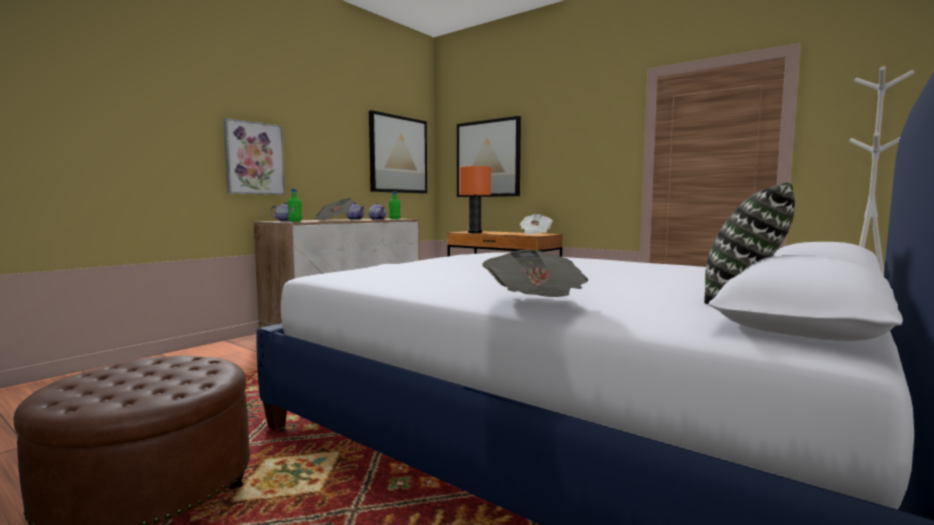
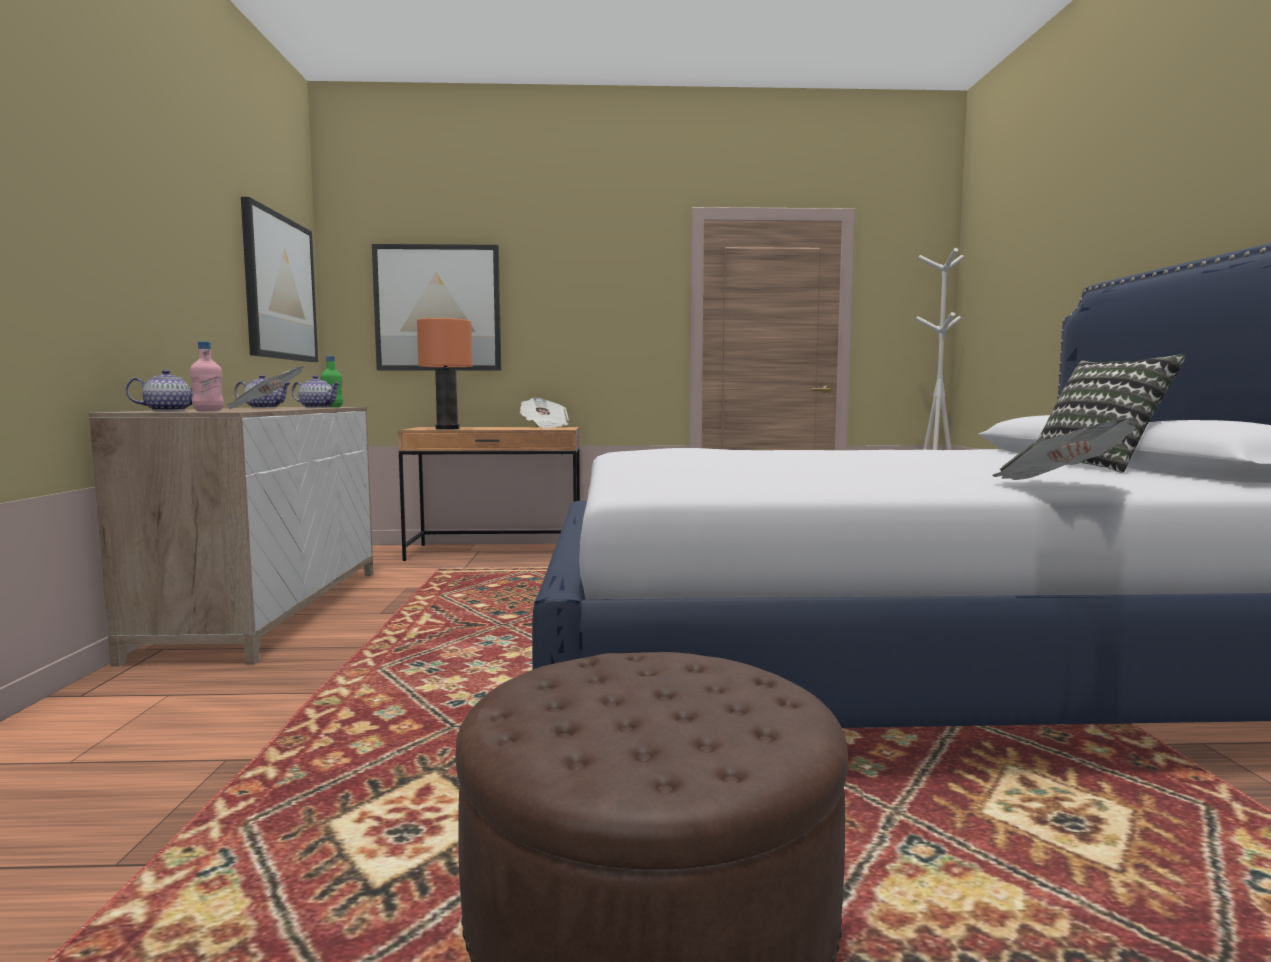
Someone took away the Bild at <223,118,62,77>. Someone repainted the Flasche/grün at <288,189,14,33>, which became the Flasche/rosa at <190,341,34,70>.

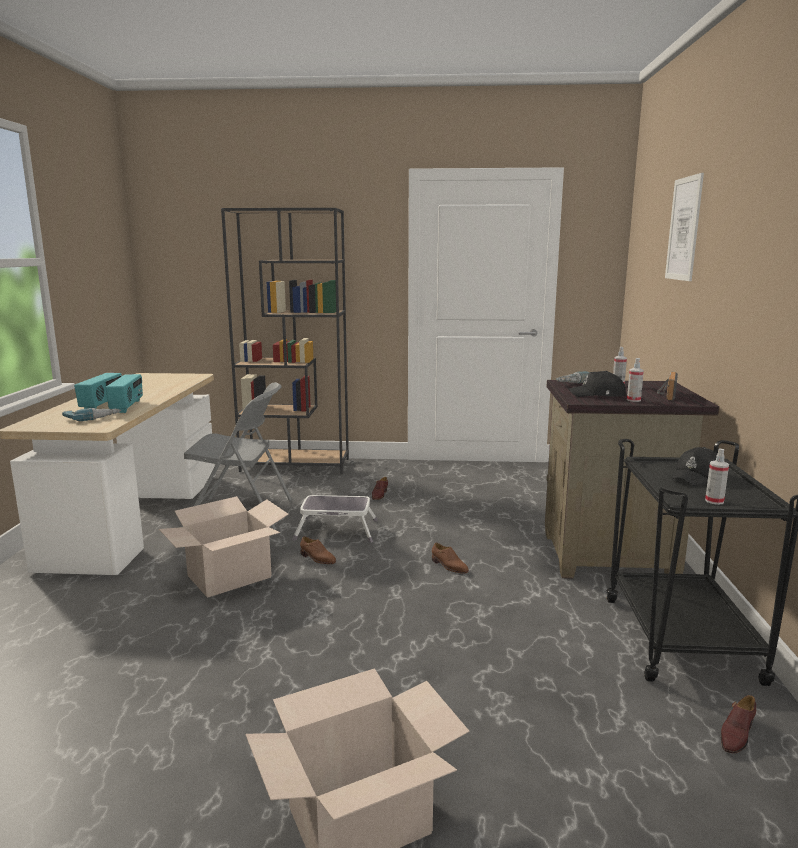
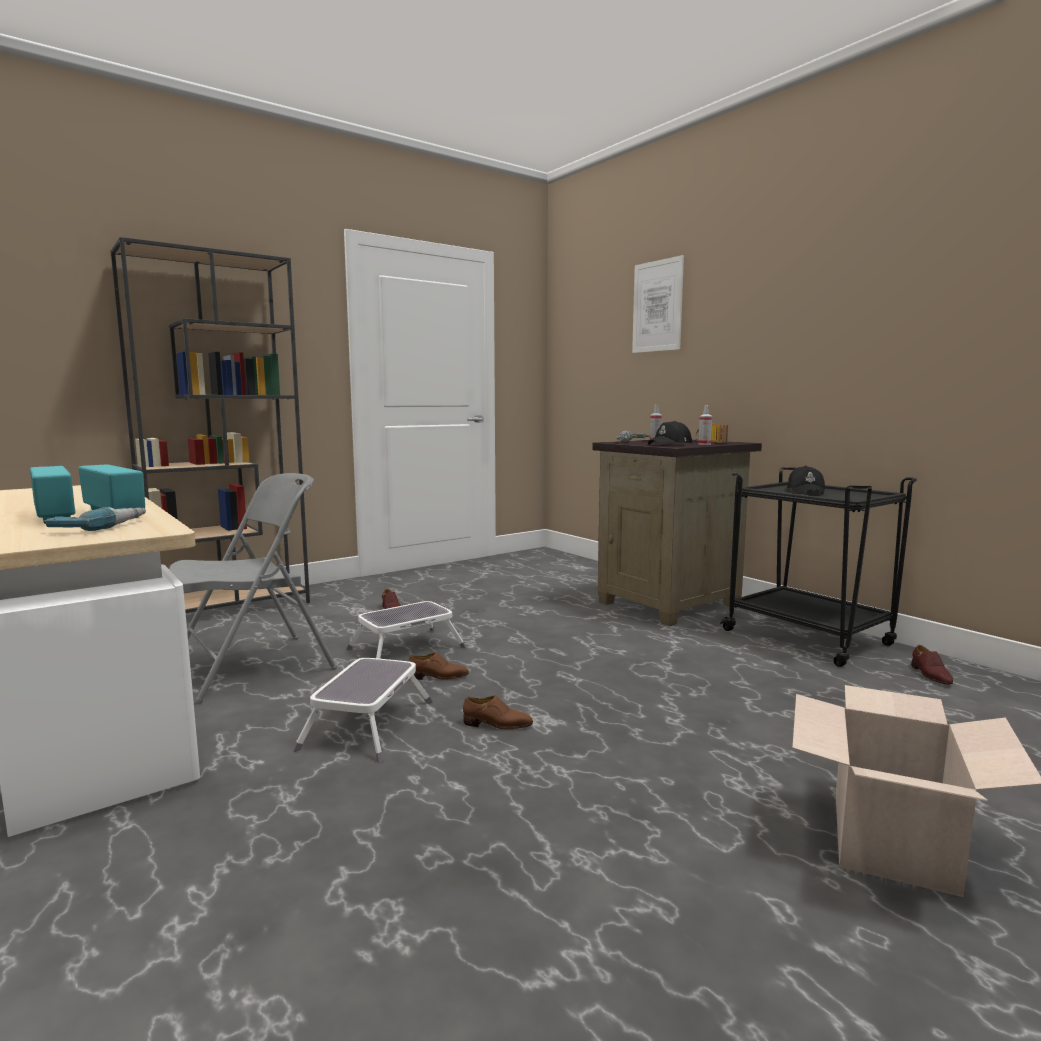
Someone took away the Sprühflasche at <705,449,24,56>. Someone carried the Schuh/braun from <432,543,37,30> to <463,695,70,34>. Someone swapped the Karton at <159,496,130,102> for the Trittleiter/grau at <293,658,140,105>.

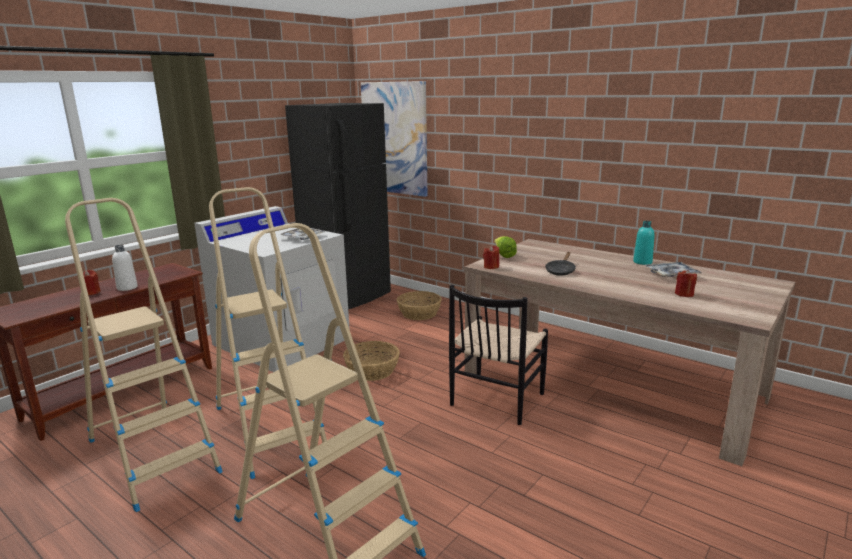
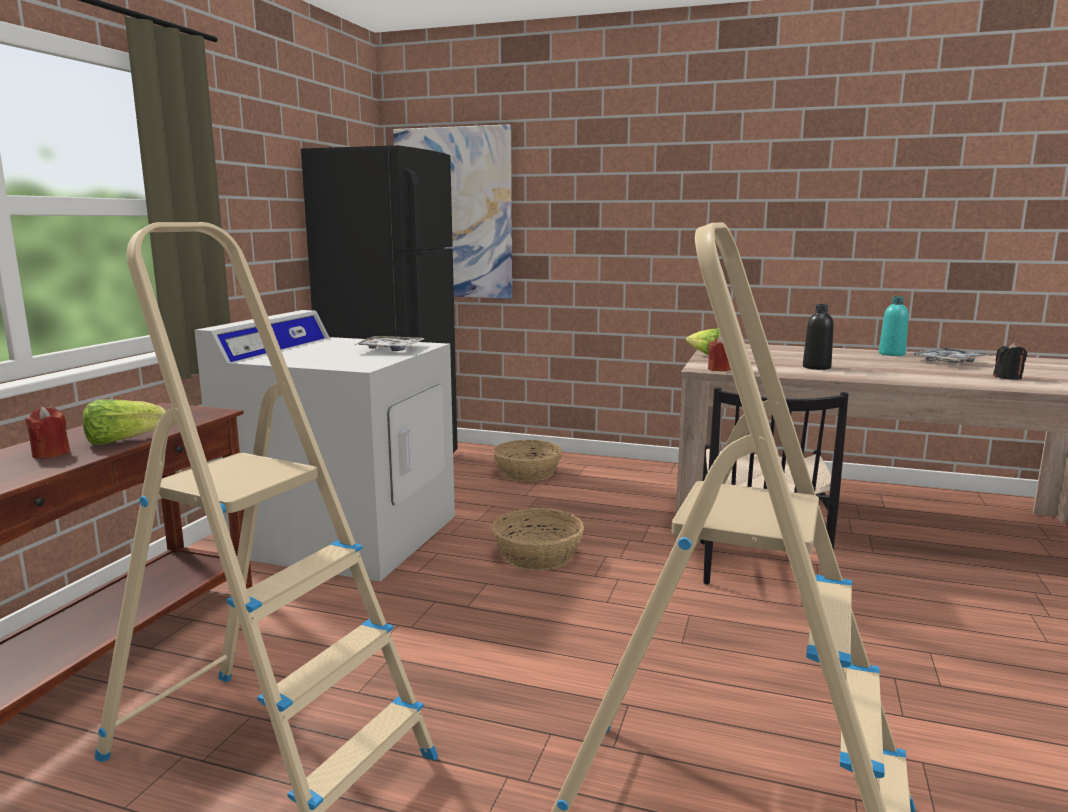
Someone took away the Trittleiter/beige at <209,187,118,292>. Someone swapped the Flasche/weiß at <112,245,26,46> for the Salatkopf at <82,399,84,46>. Someone swapped the Pfanne/schwarz at <546,252,30,24> for the Flasche/schwarz at <803,304,31,66>. Someone repainted the Kerze/rot at <675,270,22,27>, which became the Kerze/schwarz at <993,343,34,37>.

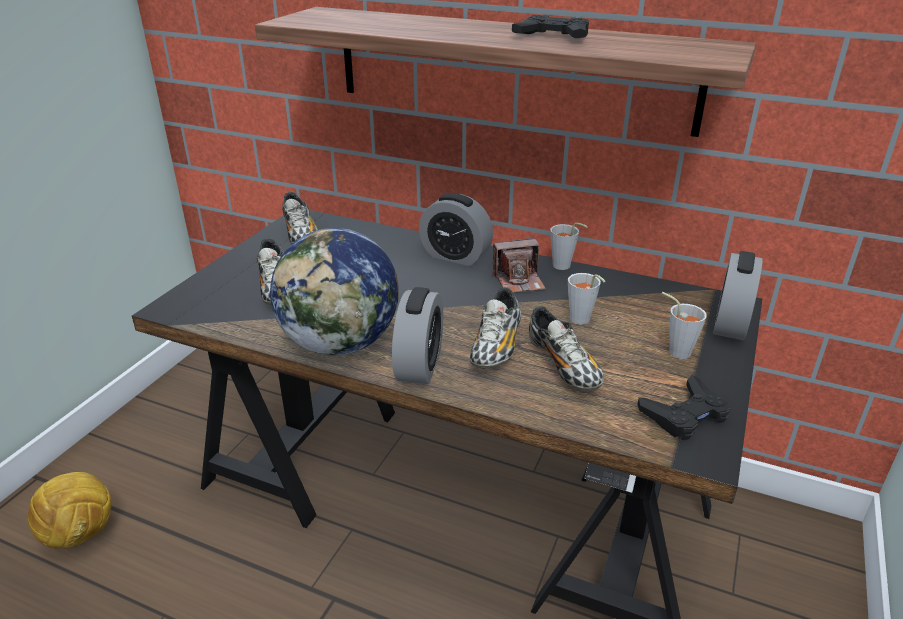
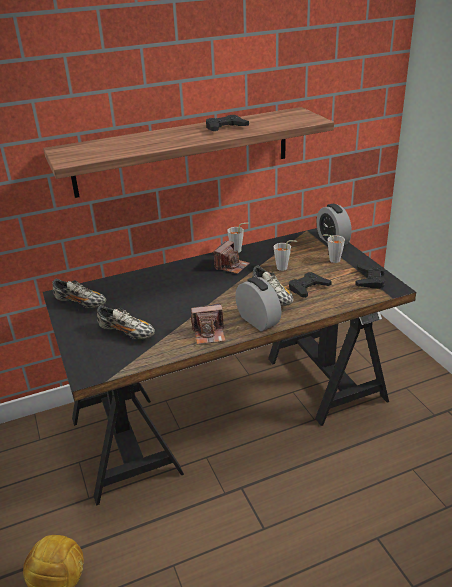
Someone took away the Wecker at <419,193,74,73>. Someone swapped the Globus at <270,228,129,128> for the Kamera at <191,303,35,42>. Someone swapped the Schuh at <529,306,75,85> for the Gamepad/schwarz at <289,272,43,26>.

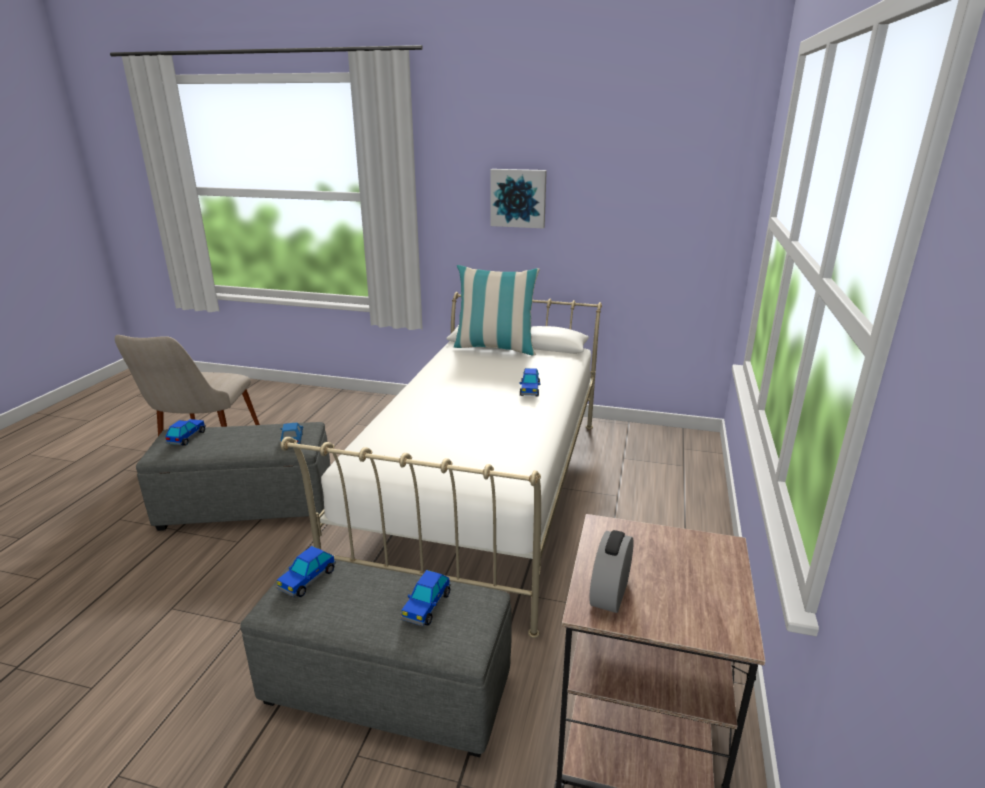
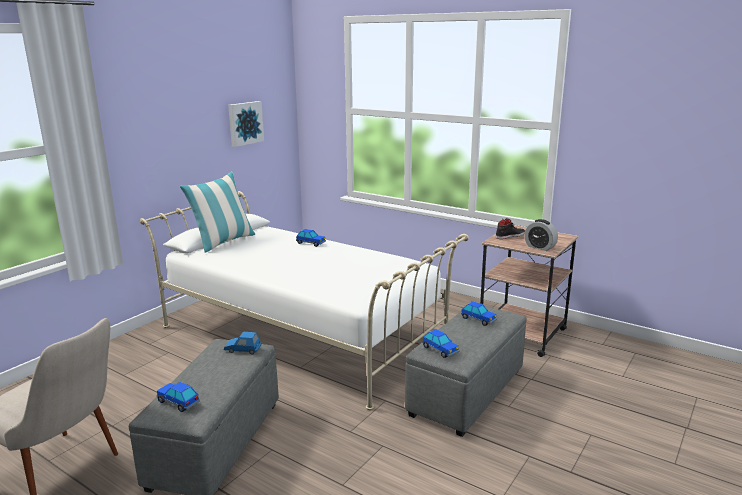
Someone put down the Schuh/schwarz at <496,218,29,21>. Someone carried the Bild from <490,169,57,59> to <228,101,36,46>.

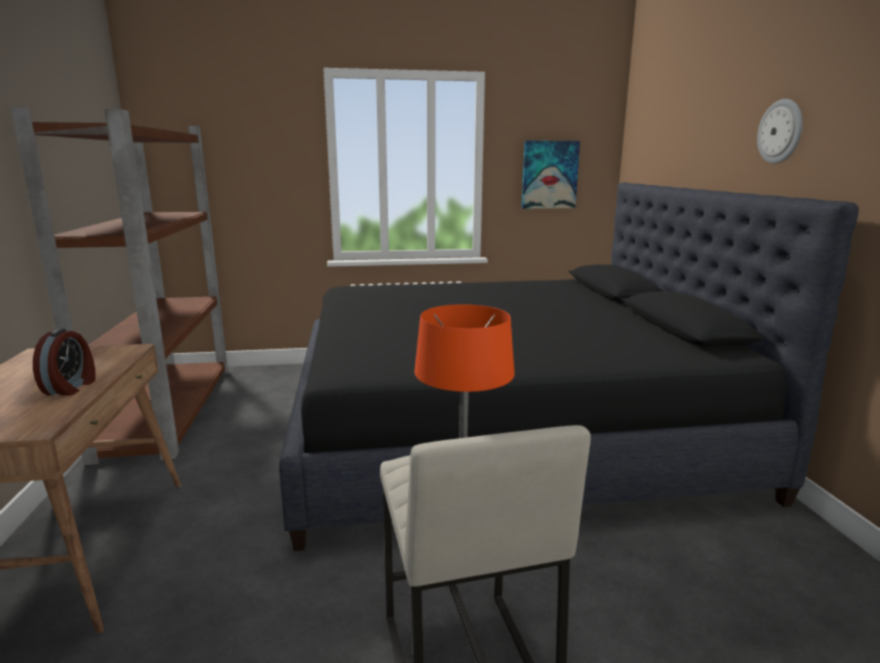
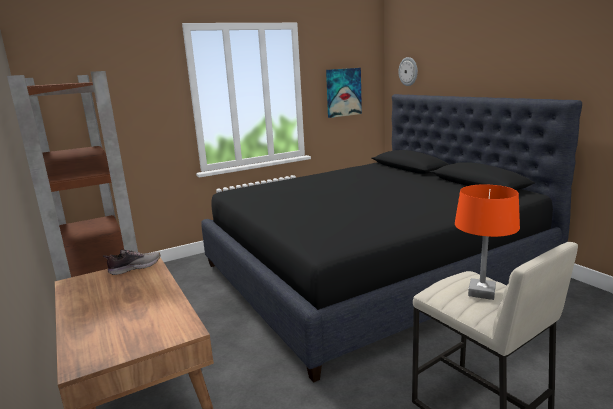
Someone took away the Wecker at <33,329,63,66>. Someone put down the Schuh at <103,250,57,25>. Someone carried the Wanduhr from <757,99,46,65> to <398,57,20,29>.

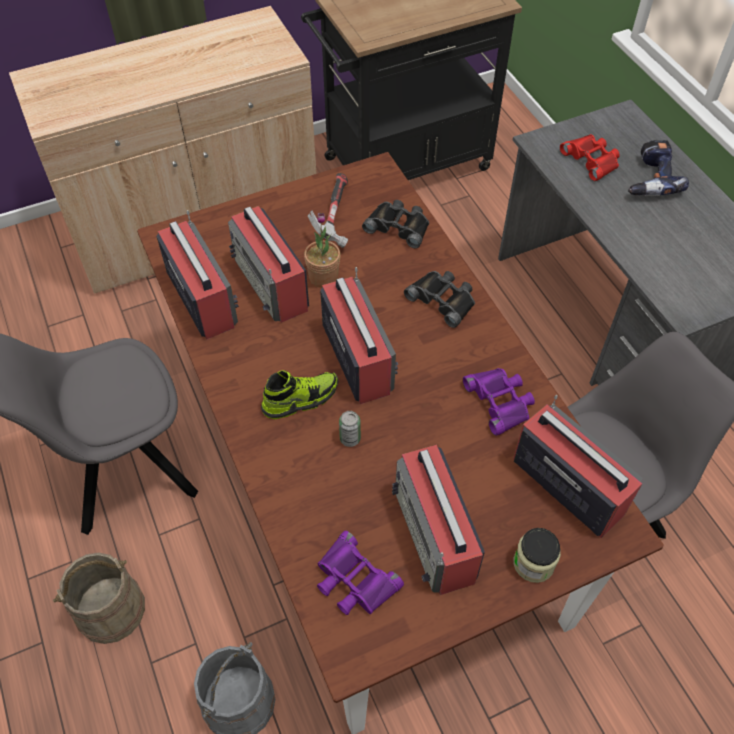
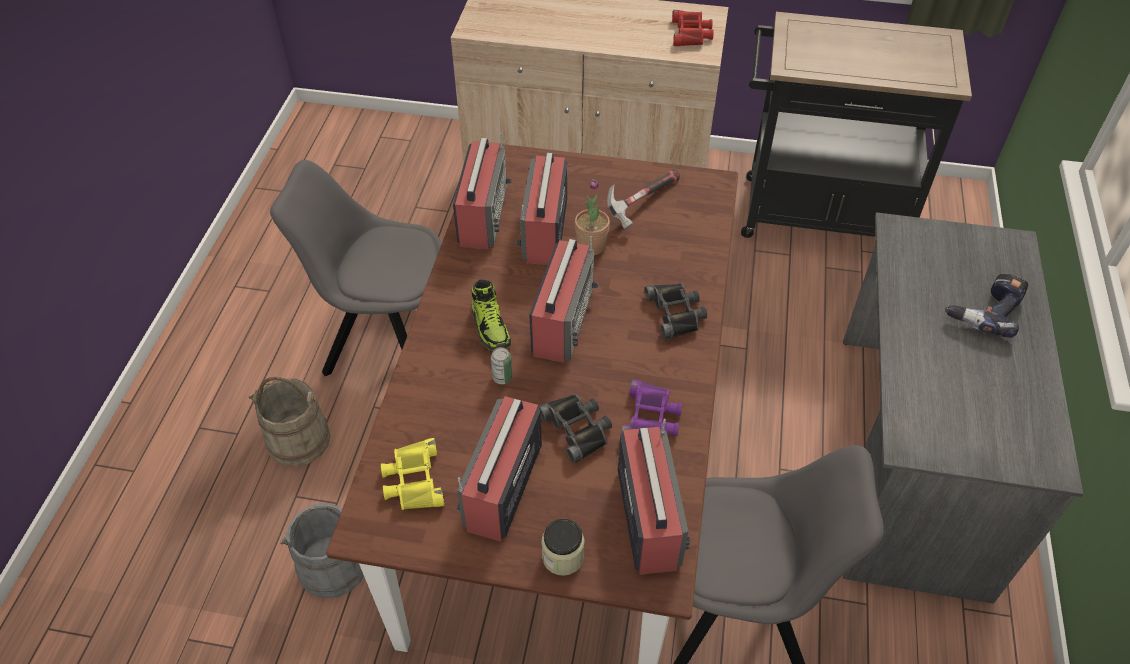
Someone carried the Fernglas/schwarz from <362,200,67,48> to <538,394,74,70>. Someone carried the Fernglas/rot from <560,134,60,47> to <672,10,42,36>. Someone repainted the Fernglas/lila at <317,531,87,84>, which became the Fernglas/gelb at <381,438,63,72>. Someone rotated the Schuh at <261,370,78,49> by 60 degrees clockwise.

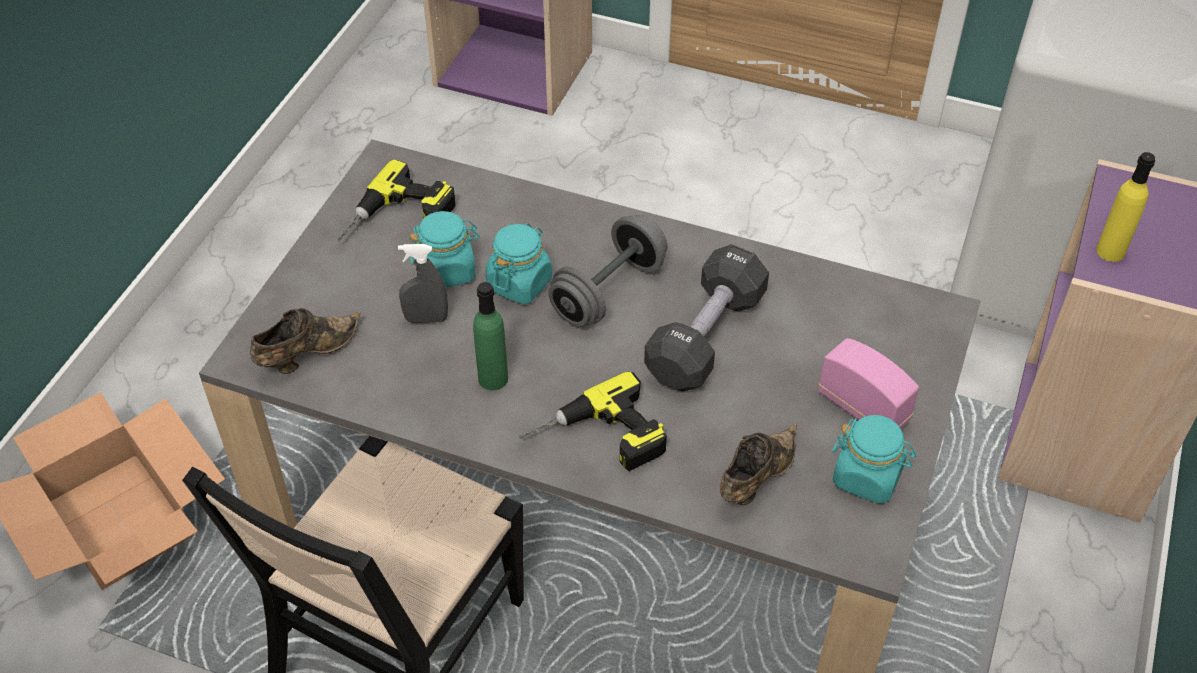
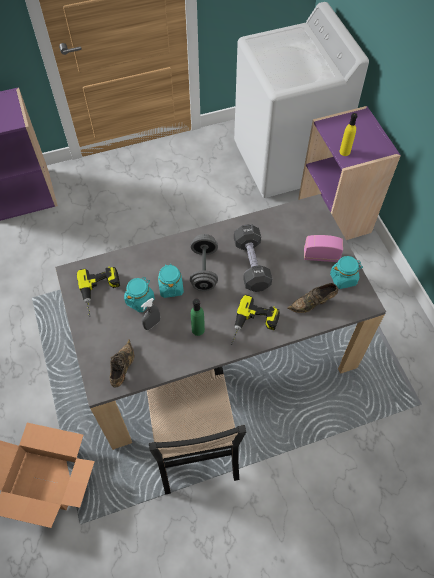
Someone rotated the Schuh/braun at <720,424,77,81> by 105 degrees counterclockwise.

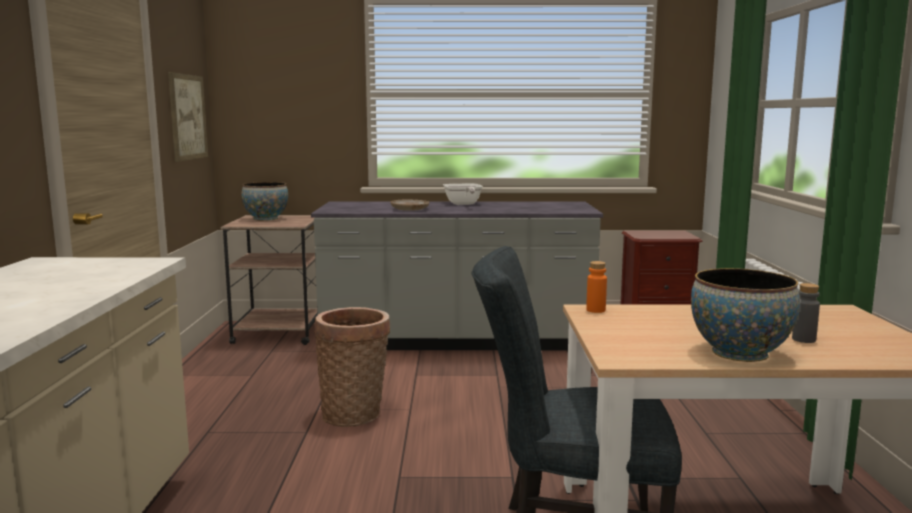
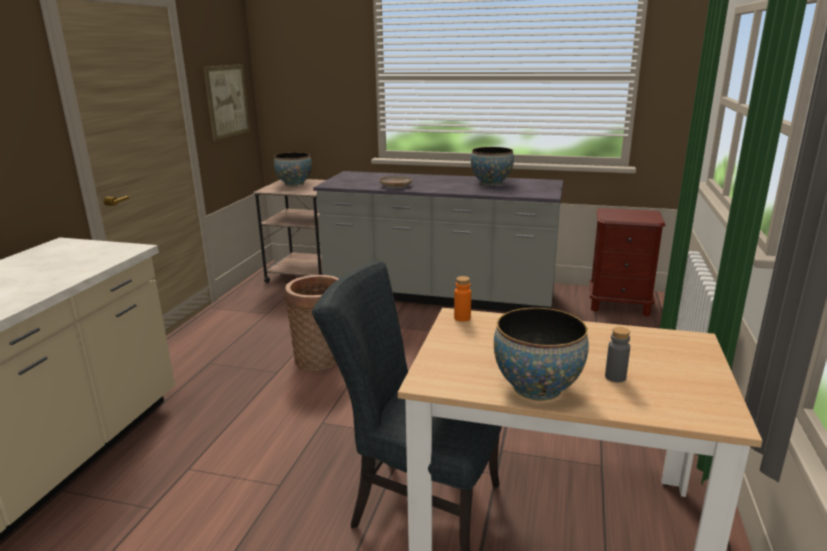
Someone took away the Pfanne at <443,183,40,22>. Someone put down the Schüssel at <471,147,43,38>.

